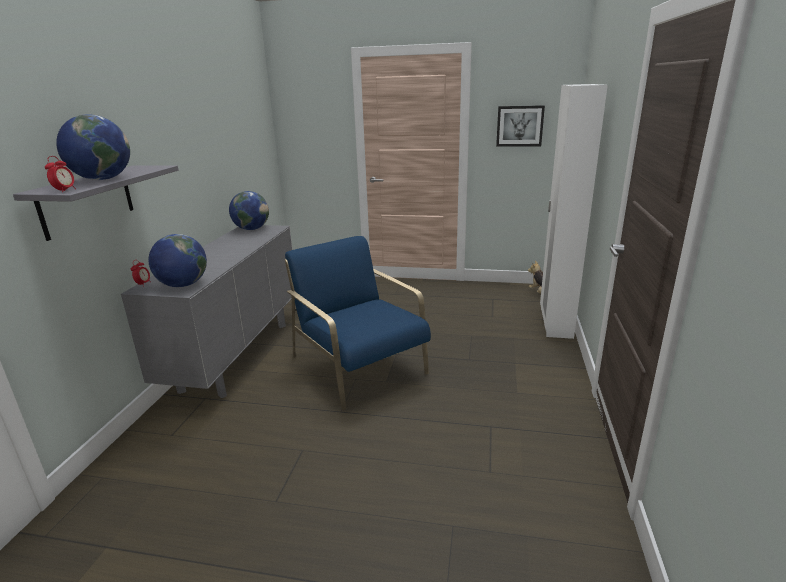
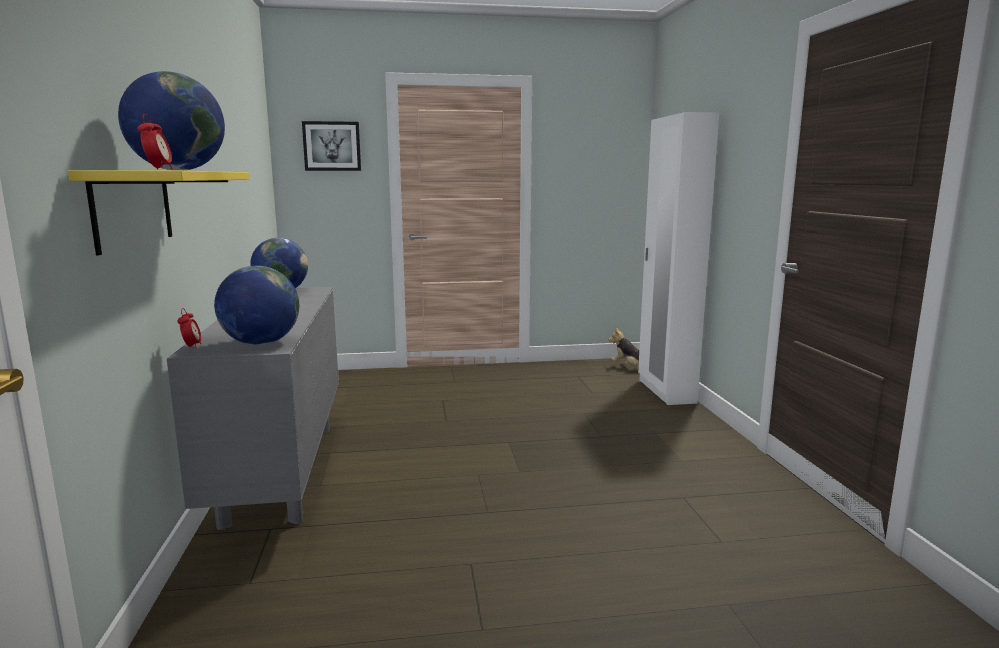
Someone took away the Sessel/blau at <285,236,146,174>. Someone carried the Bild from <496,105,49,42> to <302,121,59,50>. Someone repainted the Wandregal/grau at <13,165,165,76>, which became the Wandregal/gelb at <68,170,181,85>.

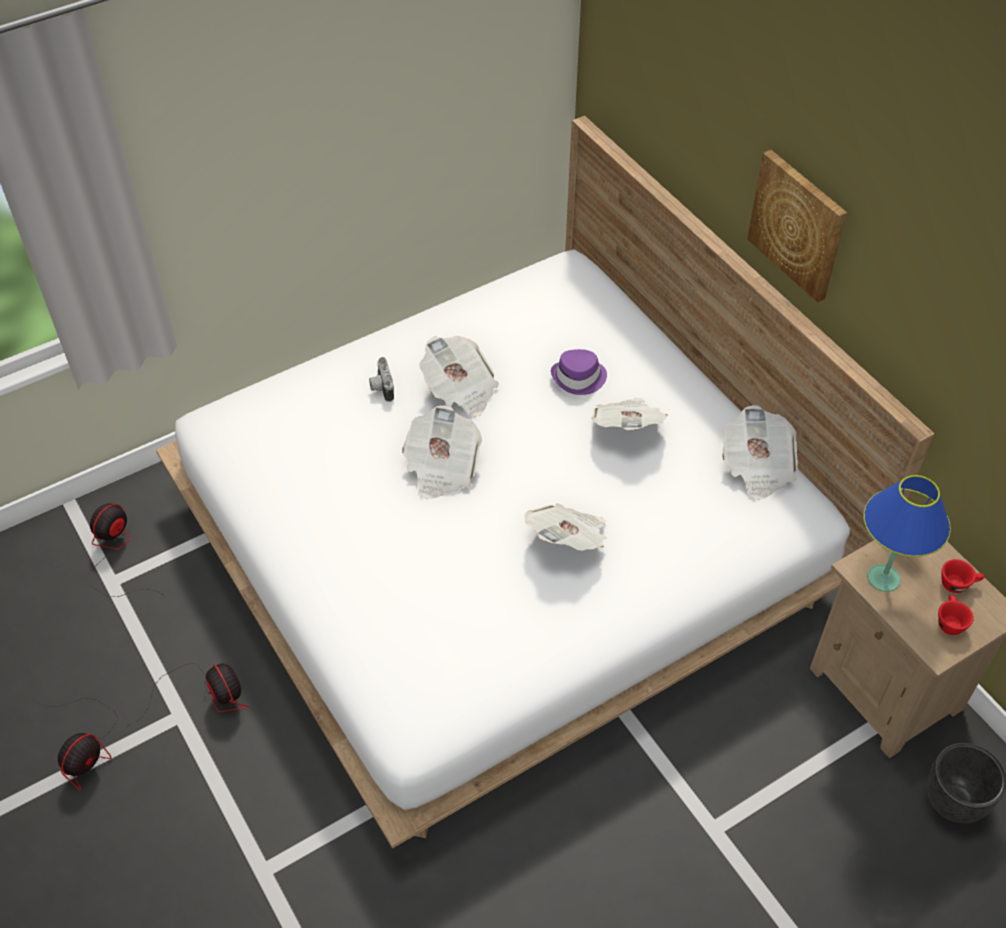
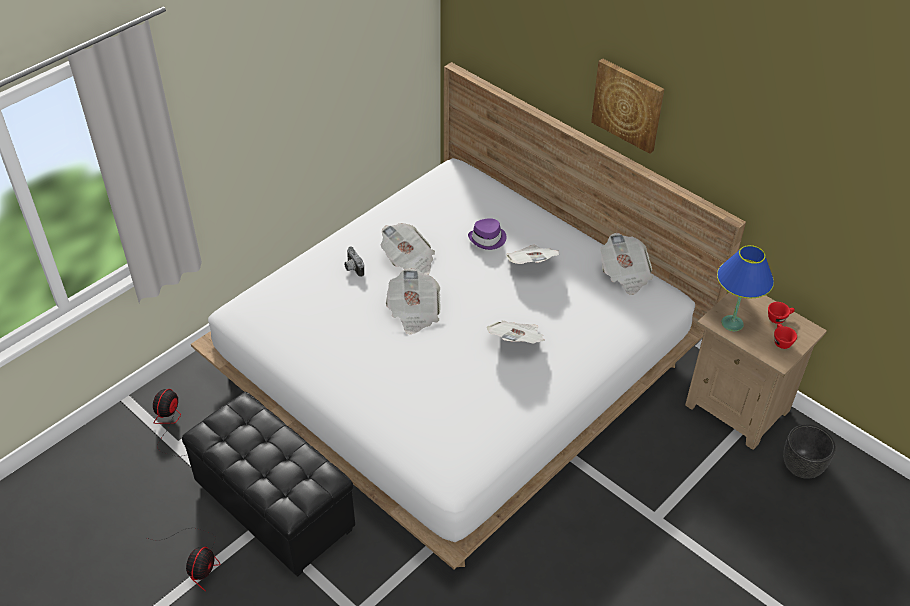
Someone swapped the Ventilator at <126,663,123,64> for the Polsterhocker/schwarz at <182,392,173,185>.

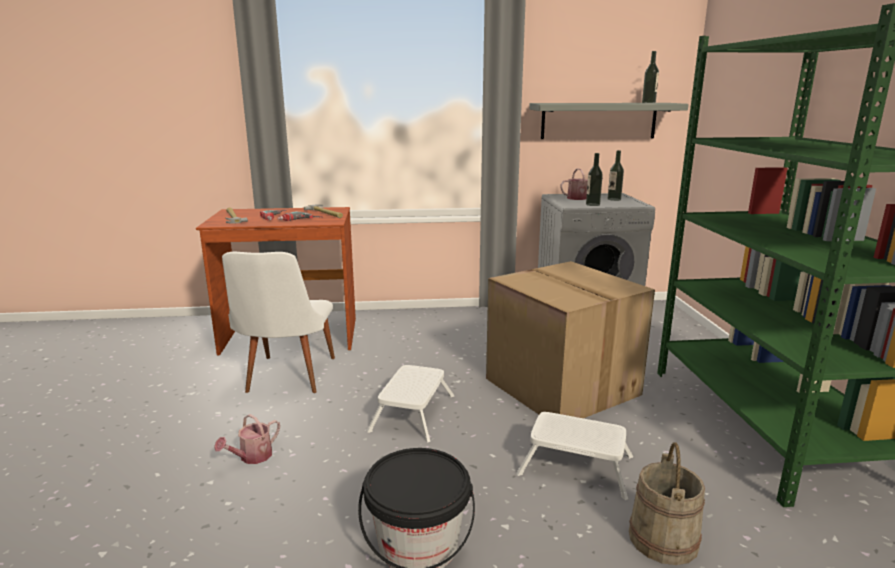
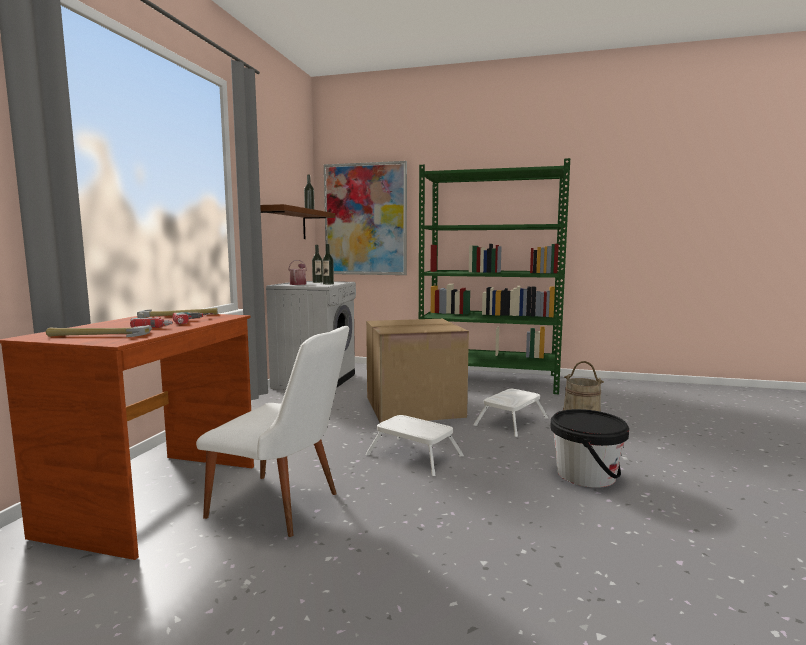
Someone took away the Gießkanne at <214,414,66,50>. Someone put up the Bild at <324,161,83,114>. Someone repainted the Wandregal/grau at <529,103,160,36>, which became the Wandregal/braun at <260,204,75,35>.

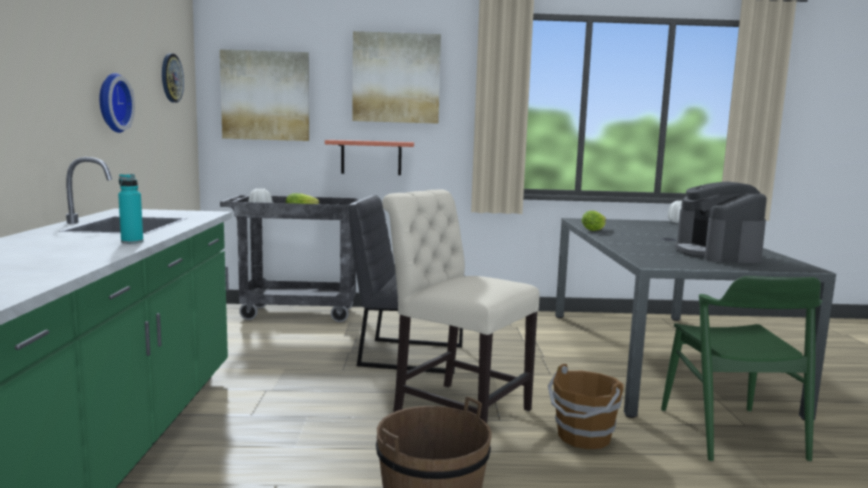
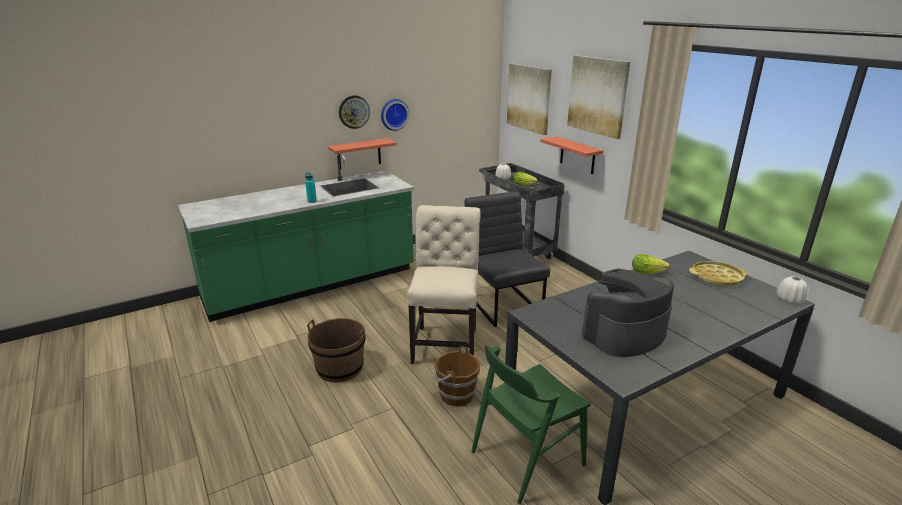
Someone put up the Wandregal at <328,138,69,32>. Someone put down the Tablett/gelb at <689,261,59,25>. Someone carried the Wanduhr from <162,53,22,50> to <339,95,31,34>.

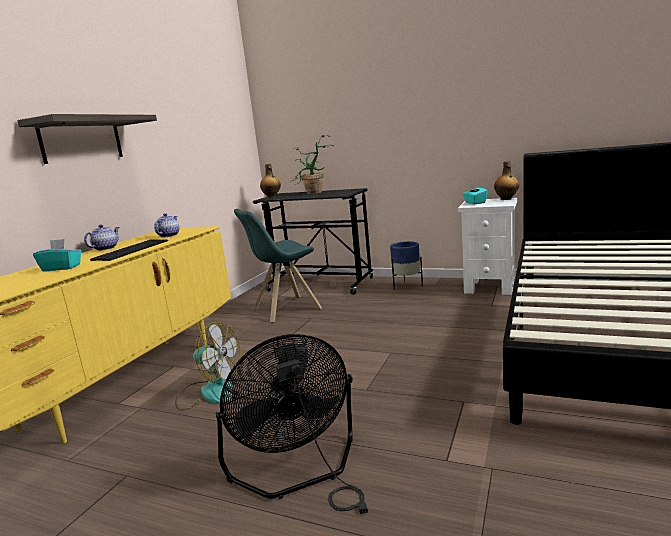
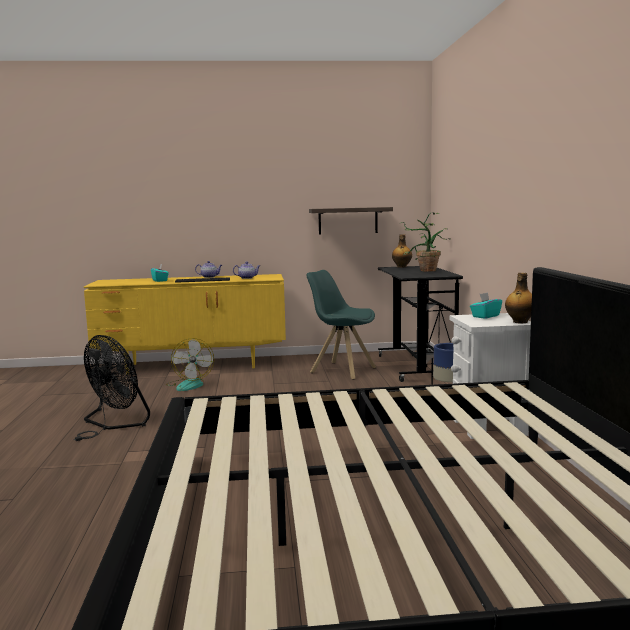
Someone carried the Wandregal from <17,114,140,50> to <309,207,84,28>.

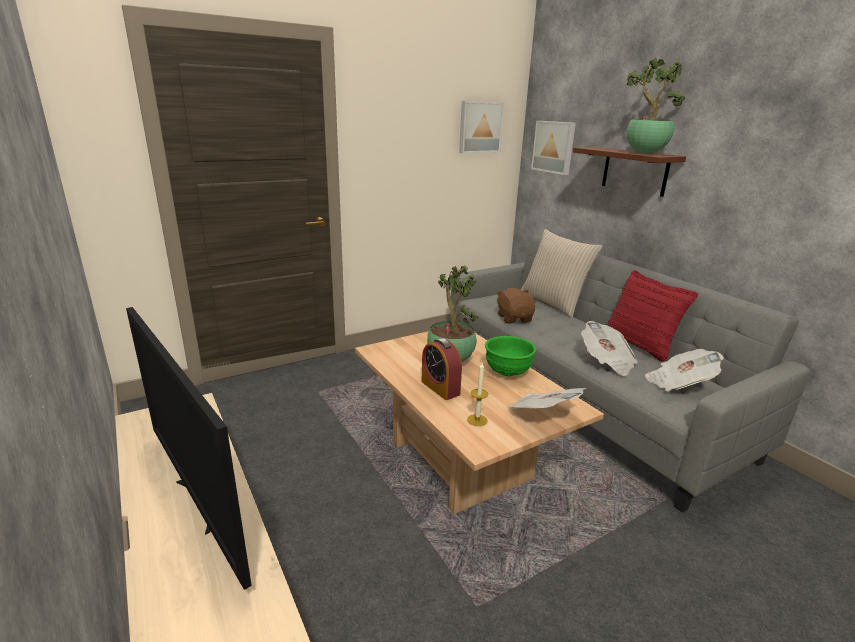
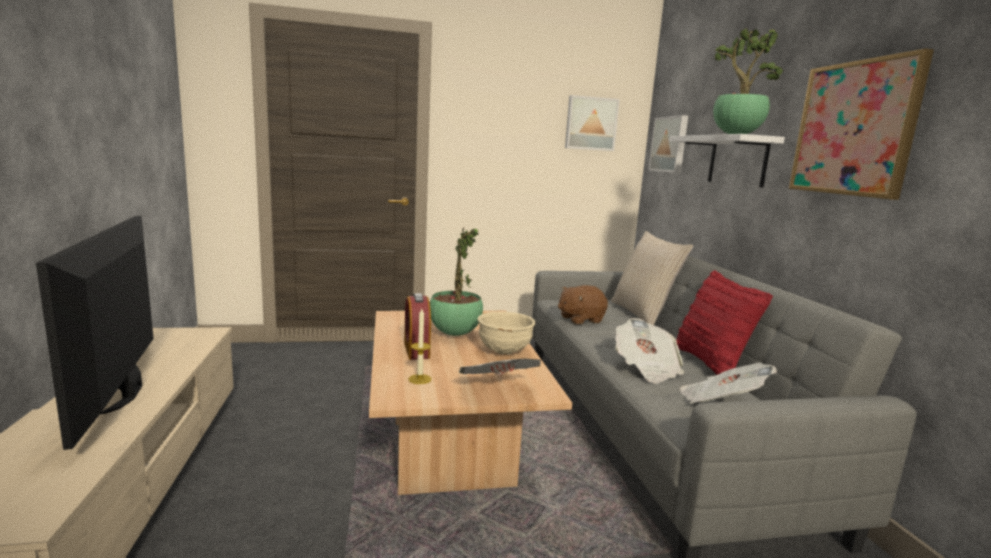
Someone put up the Bild at <789,48,145,152>. Someone repainted the Schüssel/grün at <485,336,51,40>, which became the Schüssel/beige at <477,312,58,43>. Someone repainted the Wandregal/braun at <573,147,113,50>, which became the Wandregal/weiß at <669,134,116,53>. Someone rotated the Plüschtier/braun at <496,288,39,36> by 120 degrees counterclockwise.

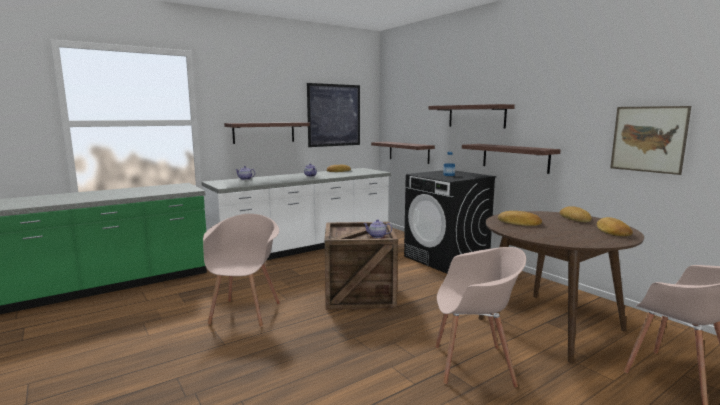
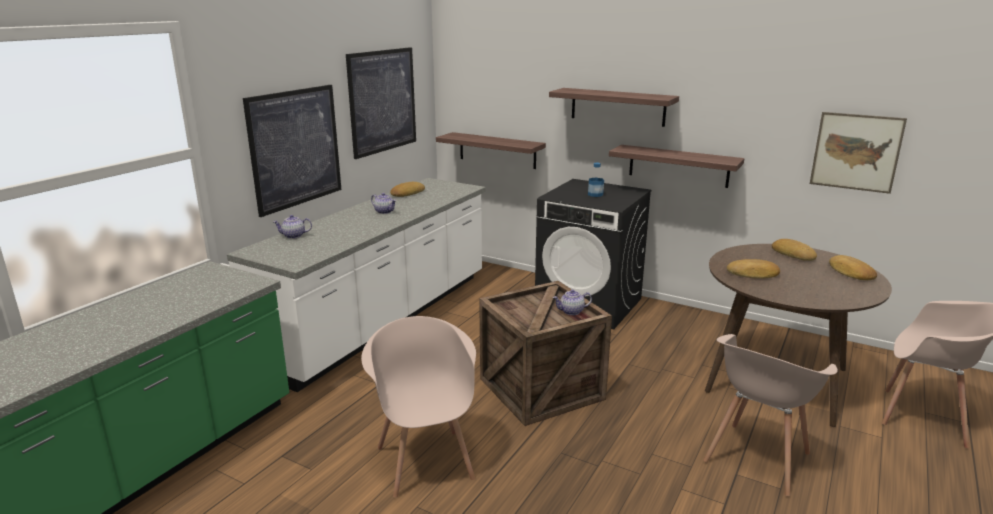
Someone swapped the Wandregal at <224,122,86,22> for the Bild at <243,85,98,132>. Someone rotated the Stuhl/beige at <435,247,91,141> by 150 degrees clockwise.

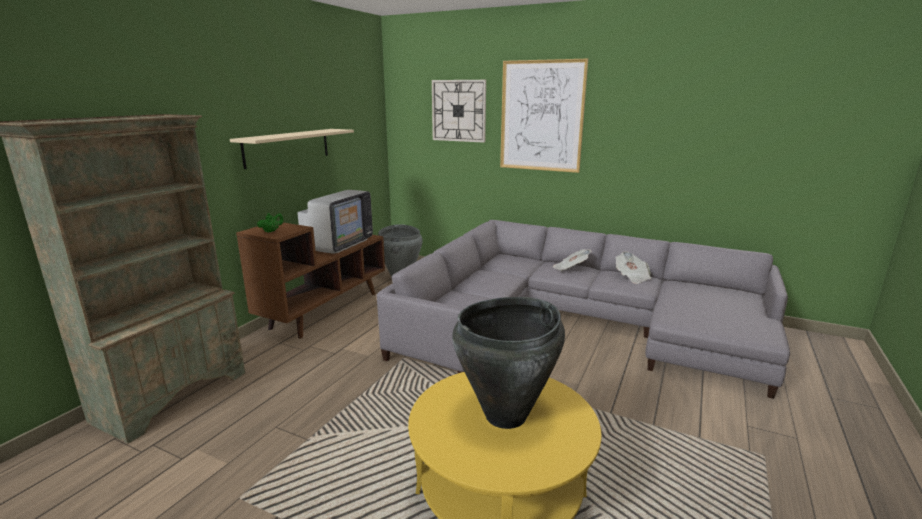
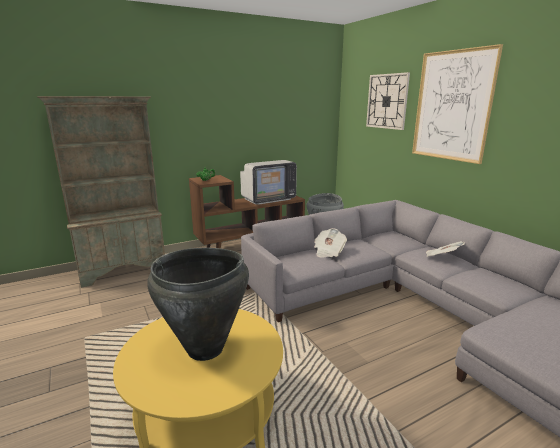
Someone took away the Wandregal/beige at <230,129,124,40>. Someone carried the Zeitung from <616,252,35,32> to <314,228,33,30>.

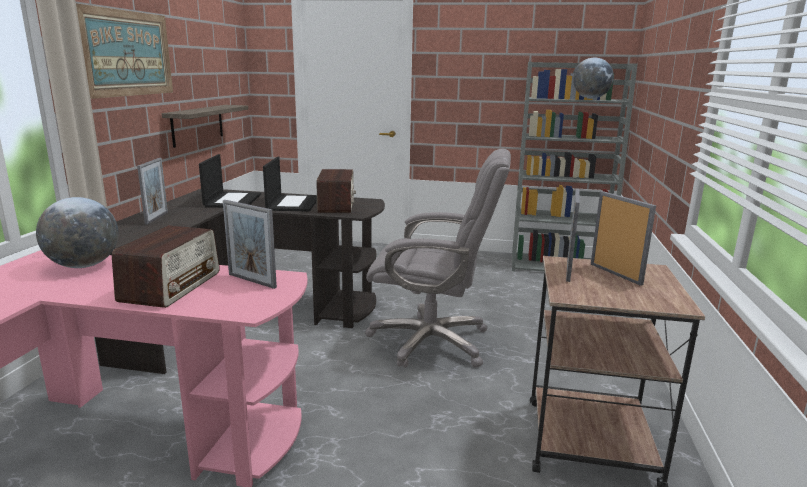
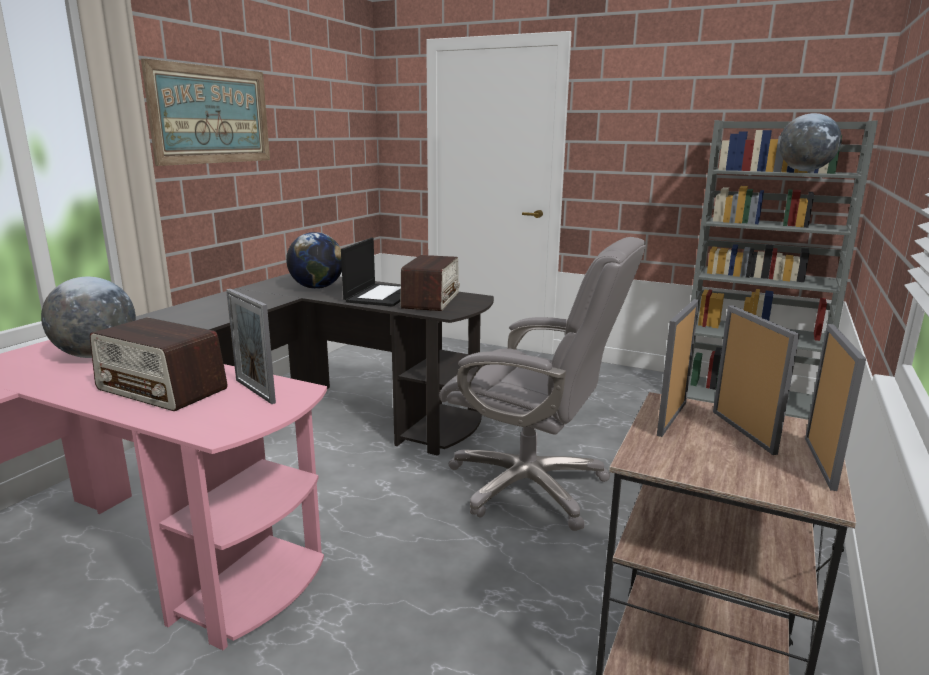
Someone took away the Wandregal at <162,105,86,43>. Someone carried the Bilderrahmen from <137,158,31,67> to <805,324,61,167>. Someone swapped the Laptop at <199,154,62,54> for the Globus at <286,232,56,57>. Someone rotated the Radio at <112,226,108,82> by 90 degrees clockwise.

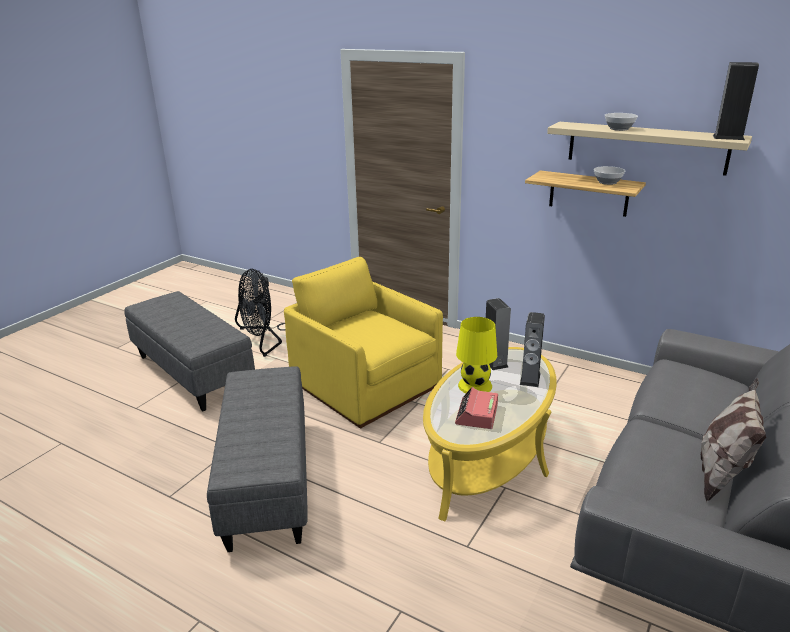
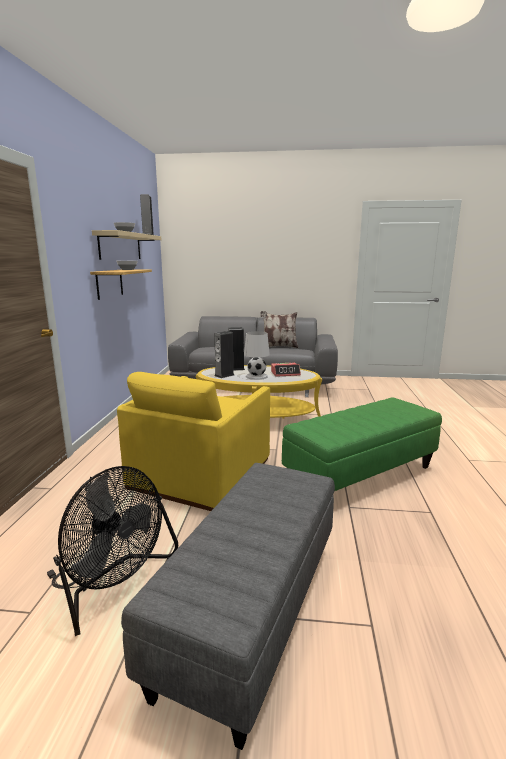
Someone repainted the Polsterhocker/grau at <207,366,101,186>, which became the Polsterhocker/grün at <282,397,160,94>. Someone repainted the Tischlampe/gelb at <456,317,41,76>, which became the Tischlampe/weiß at <244,331,26,49>.

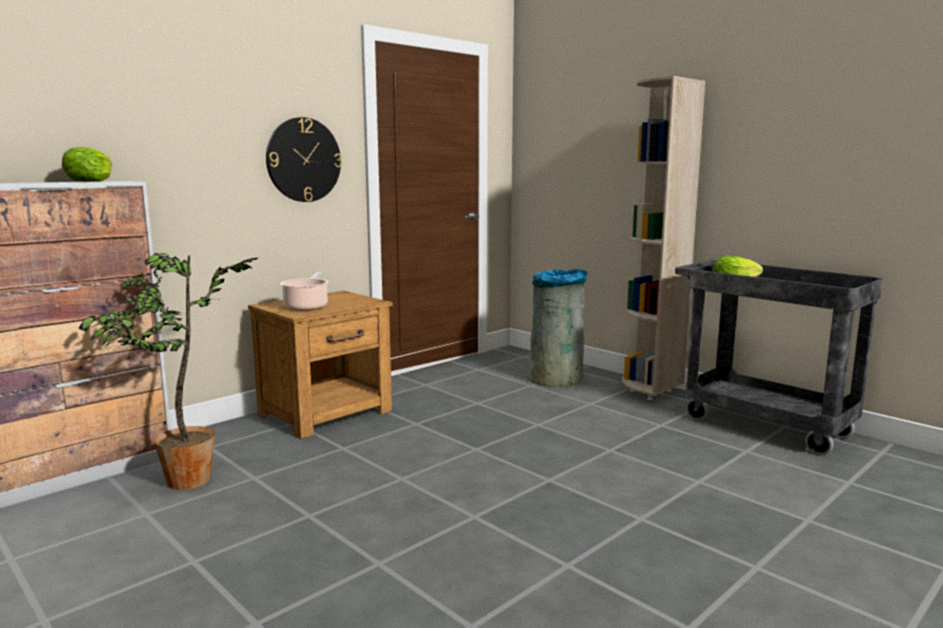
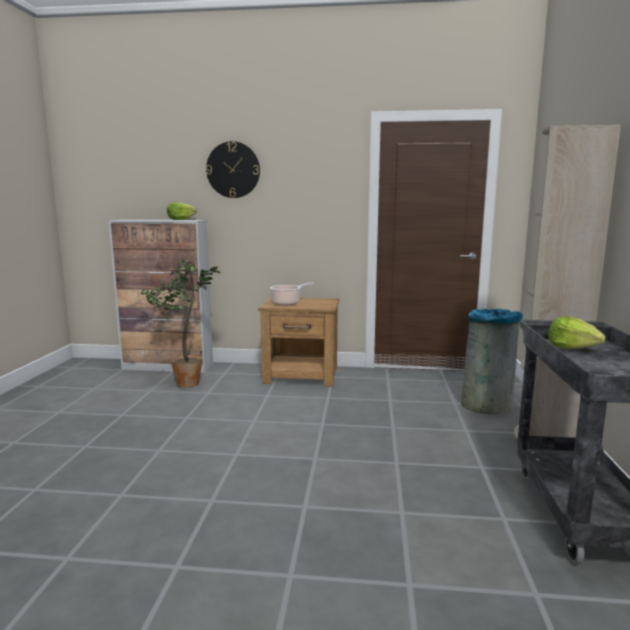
Someone carried the Wanduhr from <266,117,76,85> to <206,141,54,57>.

